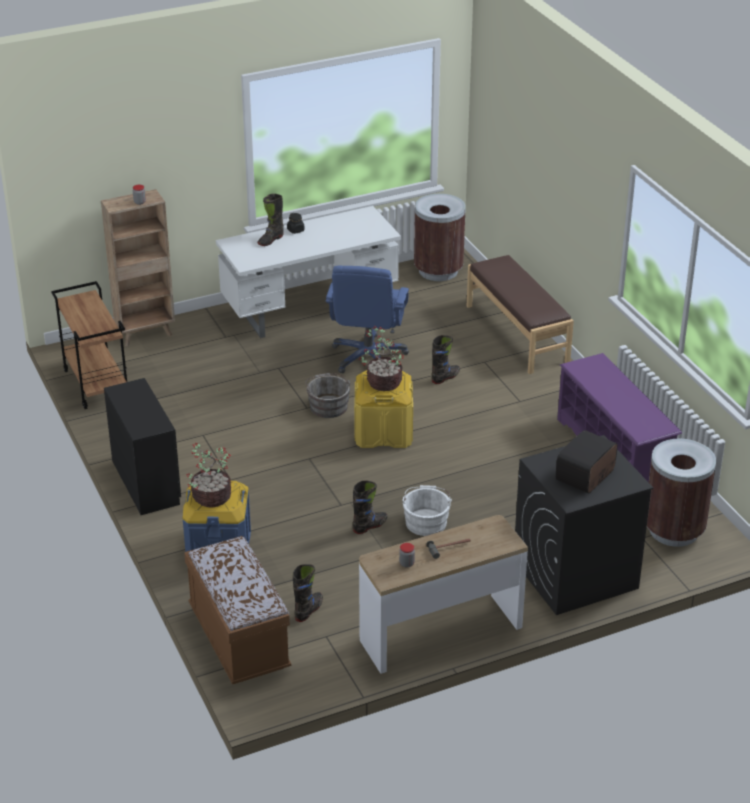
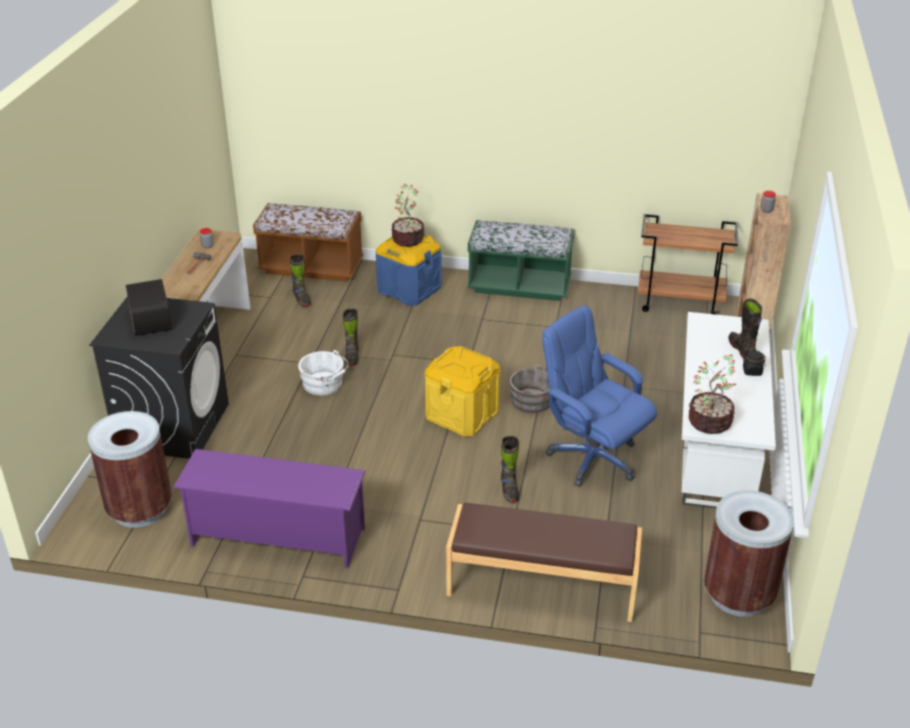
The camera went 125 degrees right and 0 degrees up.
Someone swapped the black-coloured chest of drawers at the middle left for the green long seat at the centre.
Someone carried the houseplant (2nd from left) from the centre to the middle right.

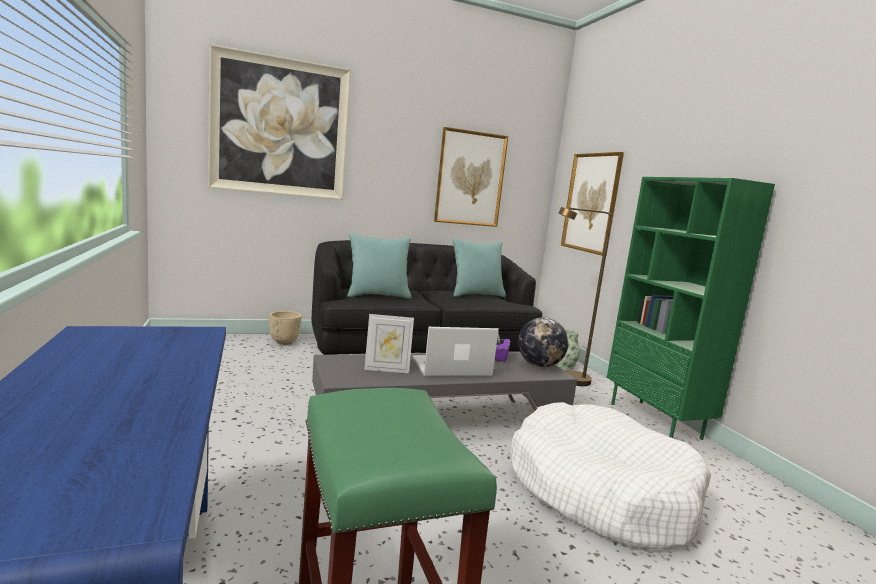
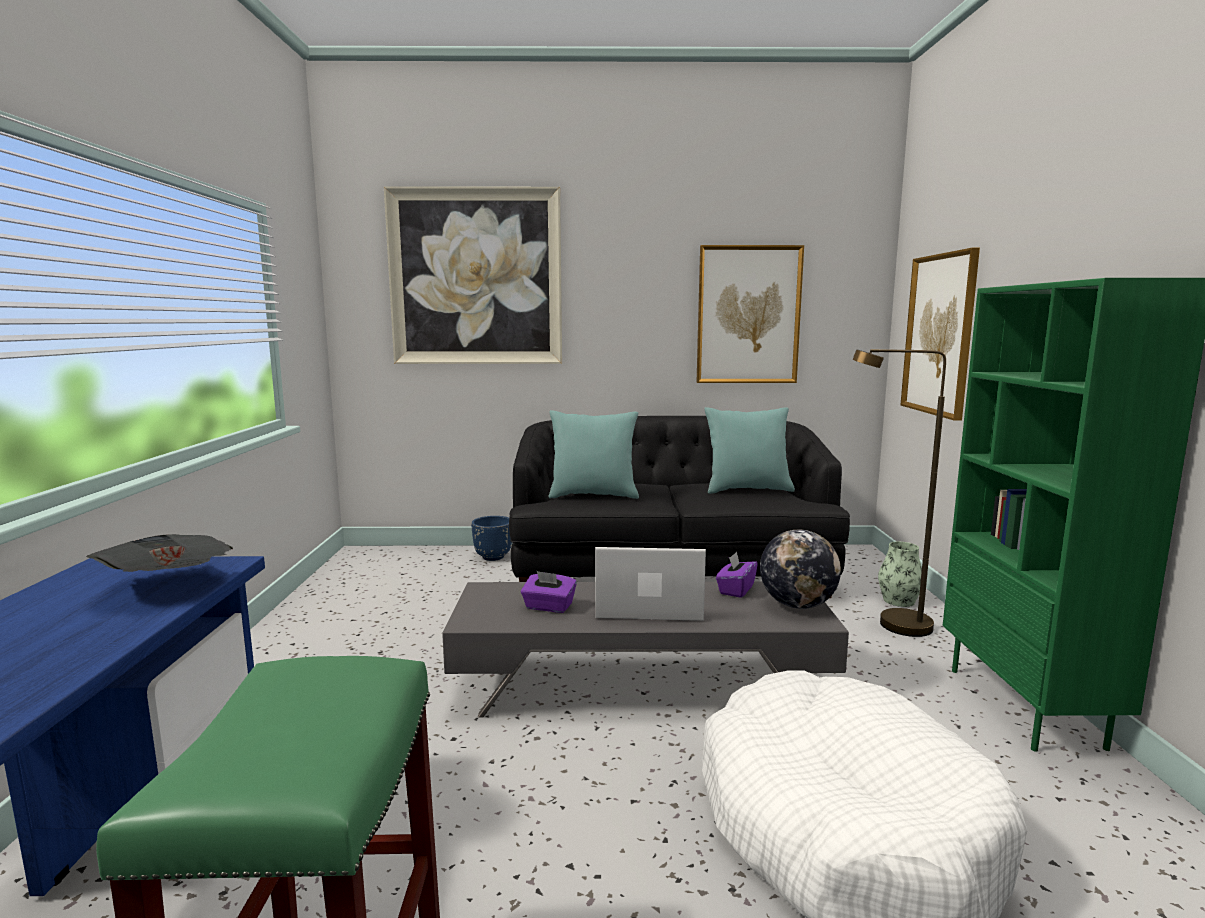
The camera went 20 degrees right and 0 degrees up.
Someone put down the newspaper at the middle left.
Someone repainted the beige-coloured plant pot at the middle left, which became the blue-coloured plant pot at the centre.
Someone swapped the picture frame at the centre for the purple tissue holder (1st from left) at the centre.

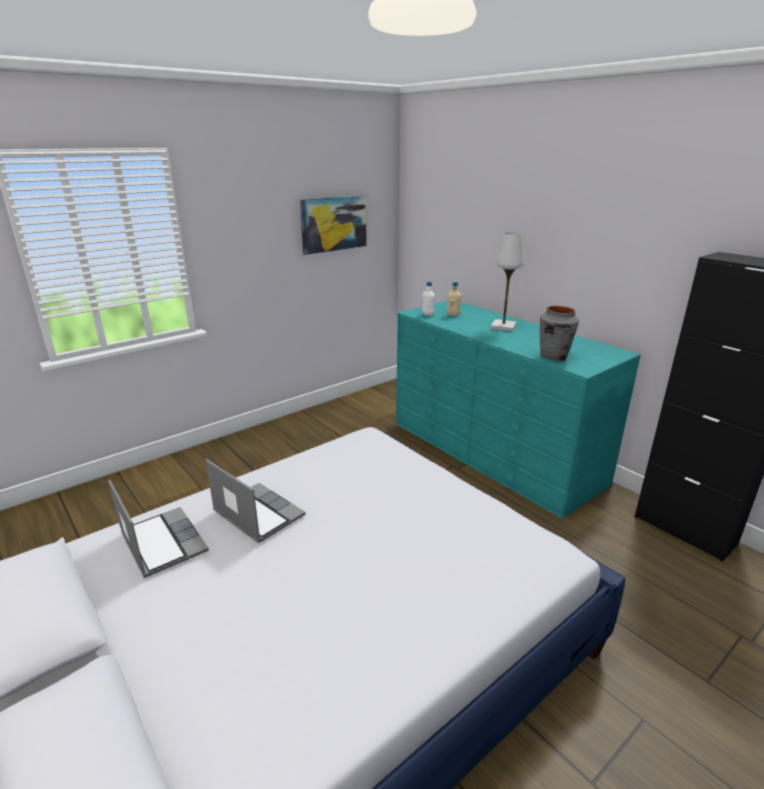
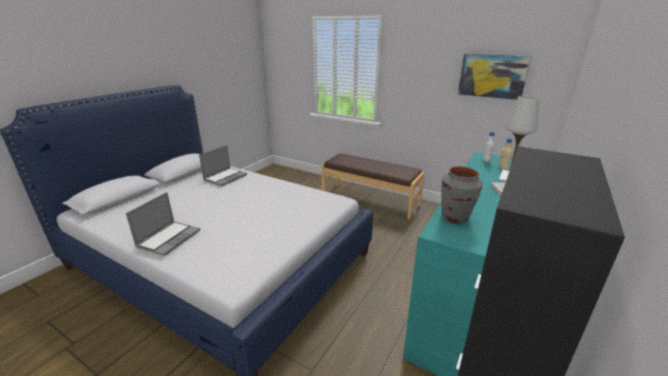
The camera went 70 degrees right and 0 degrees up.
Someone carried the notebook computer (2nd from left in the first image) from the centre to the middle left.
Someone put down the brown-coloured long seat at the centre.

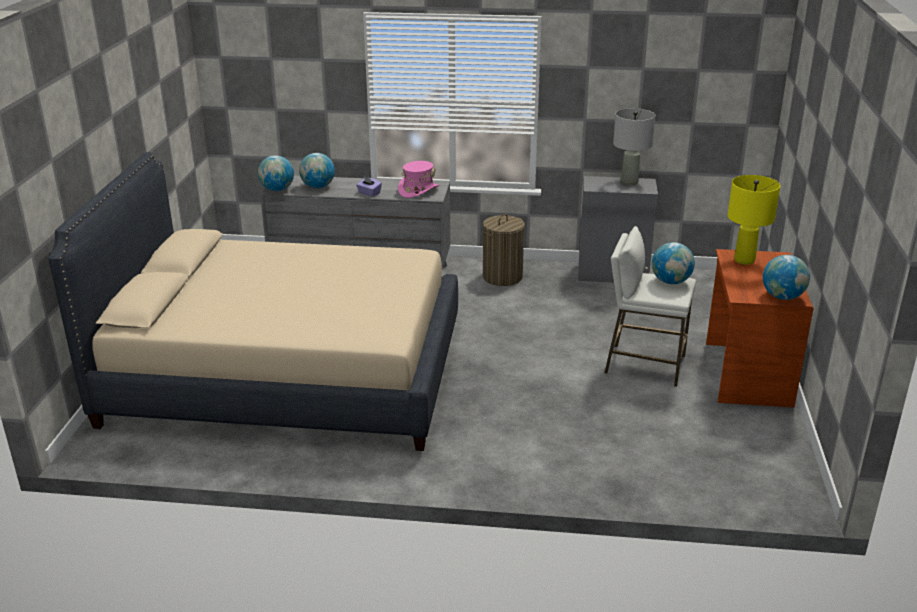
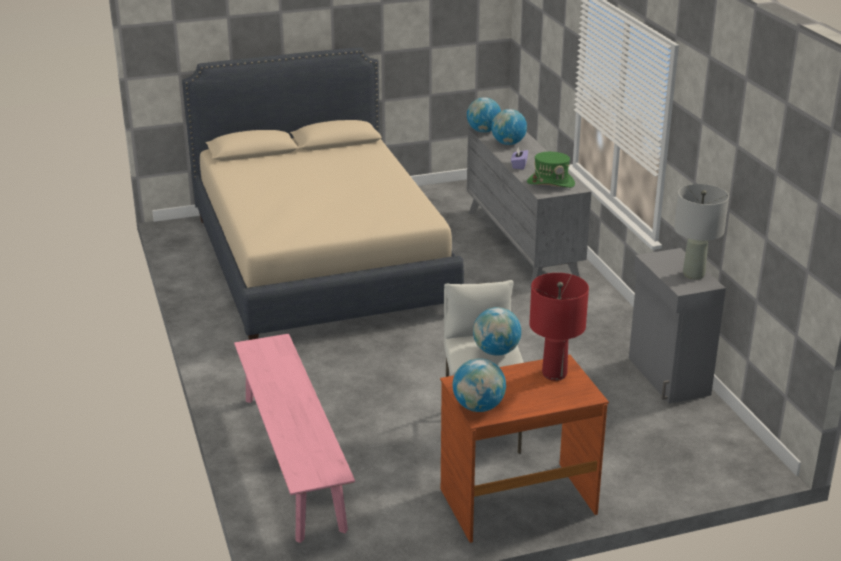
The camera went 65 degrees right and 0 degrees up.
Someone put down the pink long seat at the bottom centre.
Someone repainted the pink clothing hat at the top centre, which became the green clothing hat at the top centre.
Someone repainted the yellowish tabletop lamp at the middle right, which became the red-coloured tabletop lamp at the centre.
Someone took away the laundry basket at the centre.

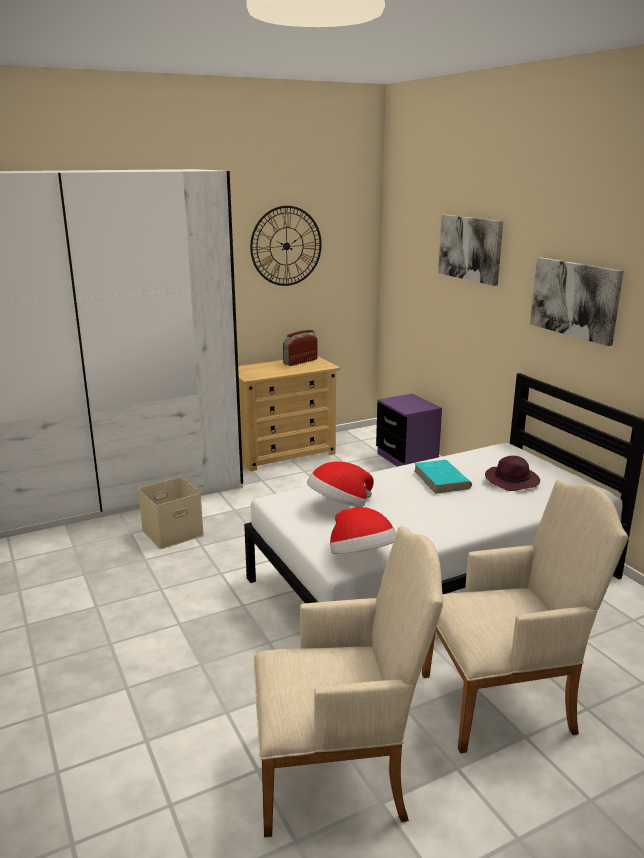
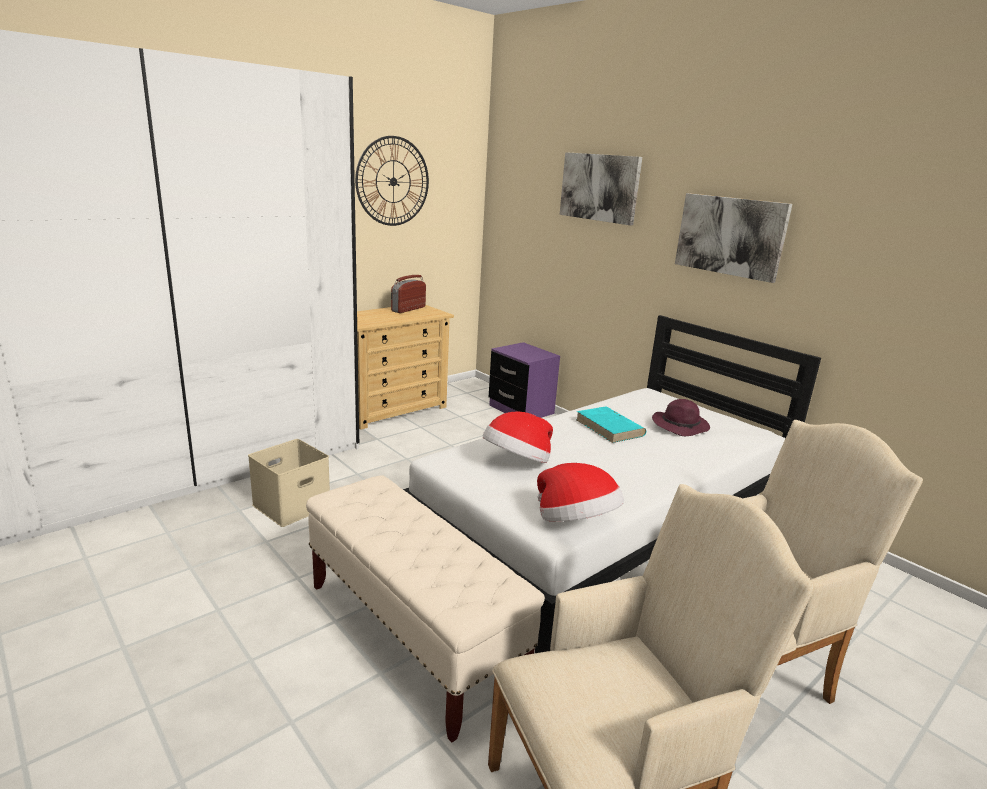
The camera went 15 degrees left and 0 degrees up.
Someone put down the beige-coloured long seat at the bottom centre.

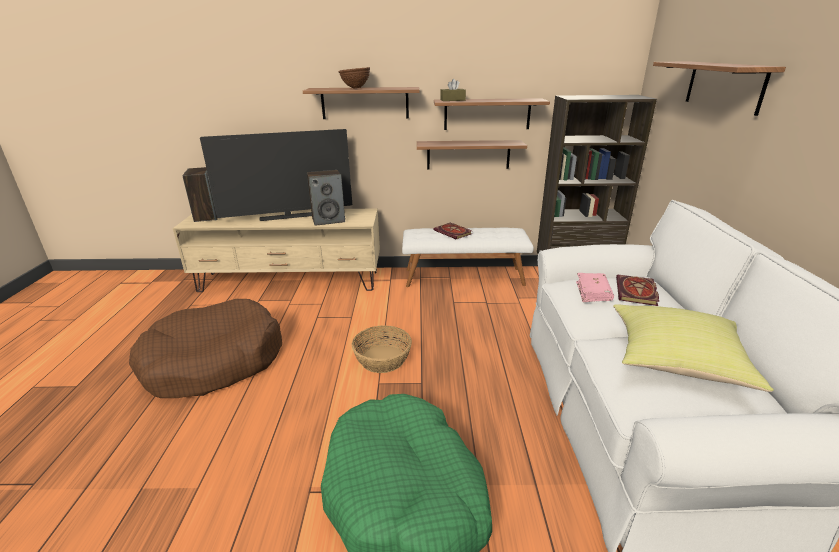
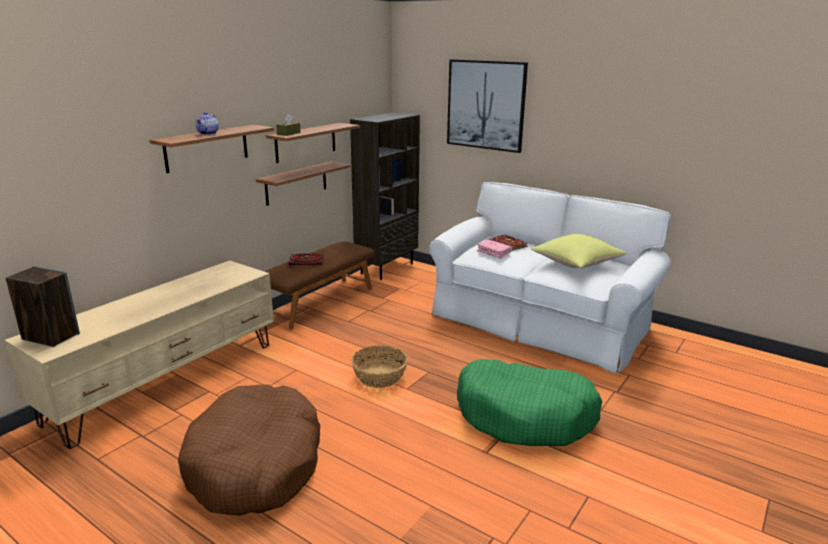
The camera went 55 degrees left and 5 degrees down.
Someone swapped the brown-coloured deep dish at the top centre for the tea pot at the top left.
Someone repainted the whitish long seat at the centre, which became the brown-coloured long seat at the centre.
Someone swapped the wall shelf (4th from left) at the top right for the wall art at the top centre.
Someone took away the TV set at the top left.
Someone took away the speaker (2nd from left) at the centre.

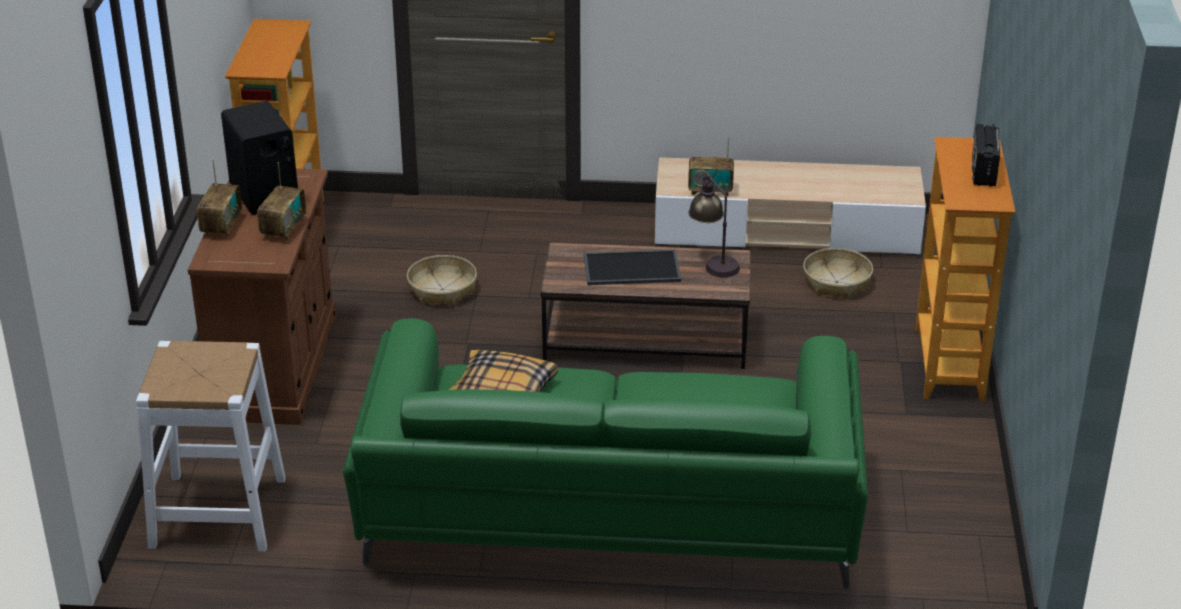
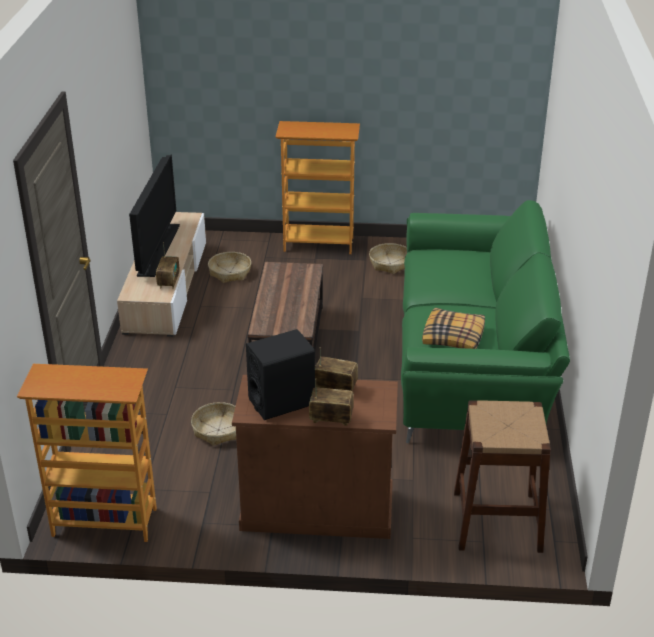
The camera went 90 degrees left and 0 degrees up.
Someone put down the TV set at the middle left.
Someone put down the basket (3rd from left) at the centre.
Someone repainted the whitish stool seat at the bottom left, which became the brown-coloured stool seat at the bottom right.
Someone took away the tray at the centre.
Someone took away the tabletop lamp at the centre.
Someone took away the radio set (4th from left) at the top right.

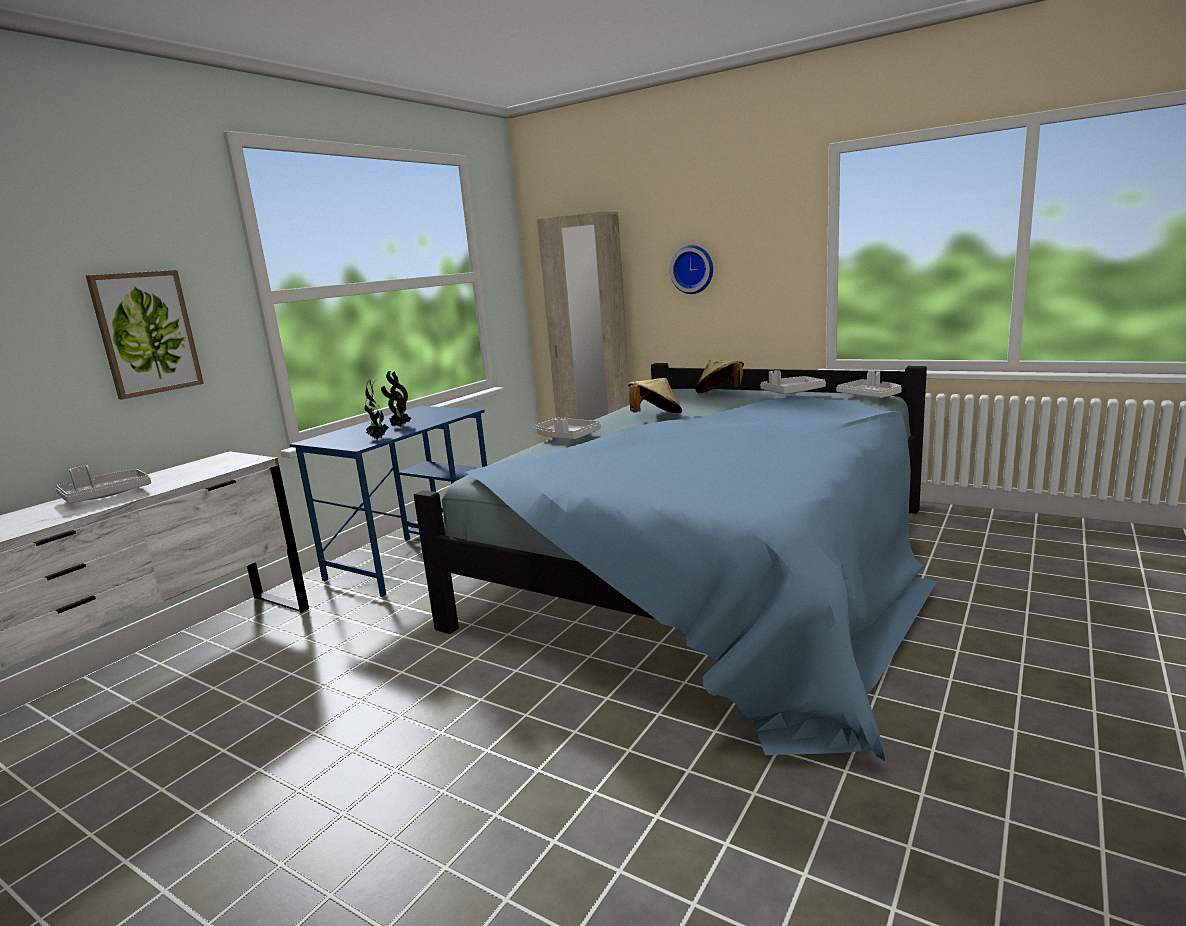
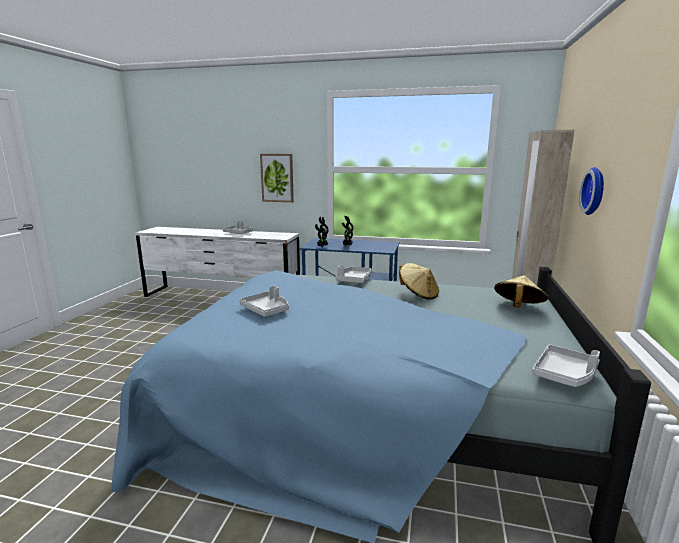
The camera went 70 degrees right and 0 degrees up.
Someone carried the greyish tray (3rd from left in the first image) from the middle right to the centre.

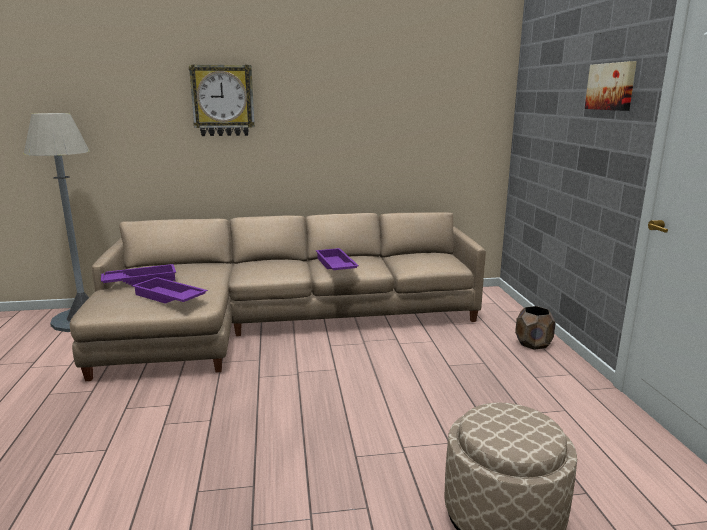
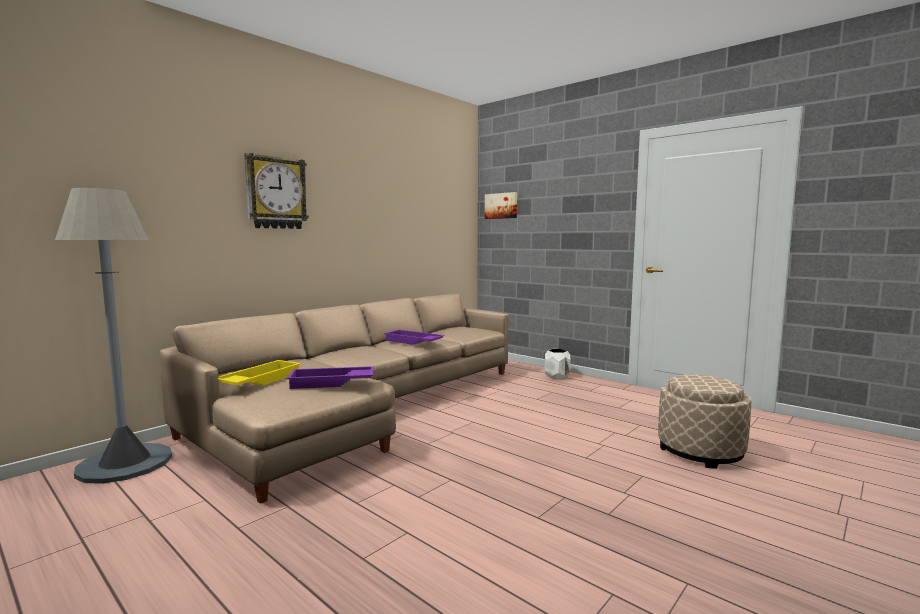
The camera went 40 degrees left and 10 degrees down.
Someone repainted the purple tray (1st from left) at the middle left, which became the yellowish tray at the middle left.
Someone carried the wall art from the top right to the centre.
Someone repainted the brown-coloured plant pot at the middle right, which became the whitish plant pot at the centre.

